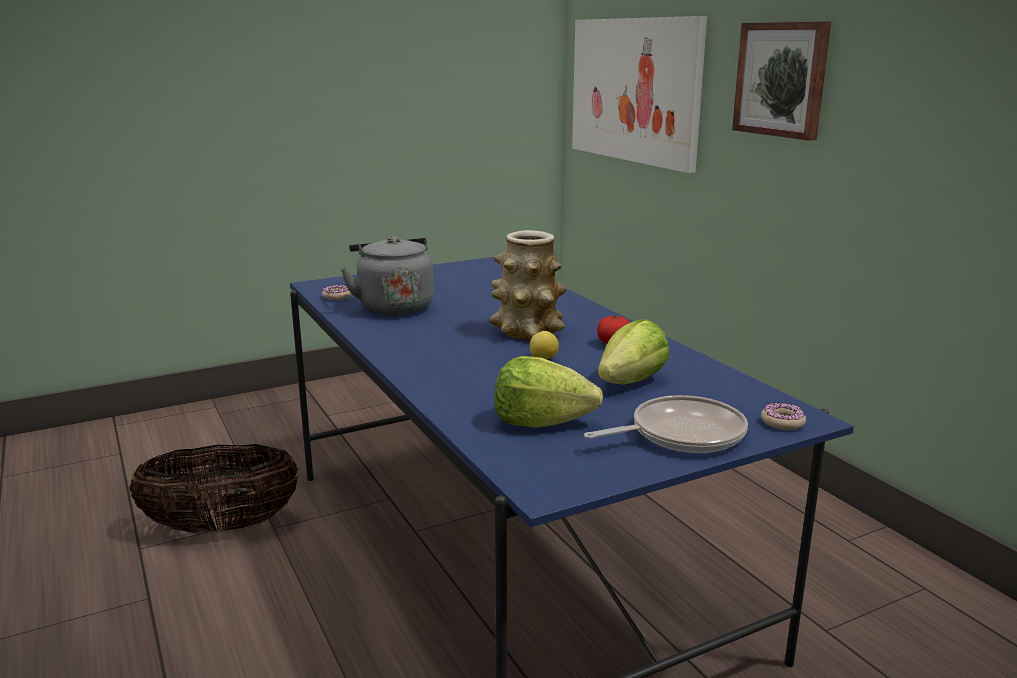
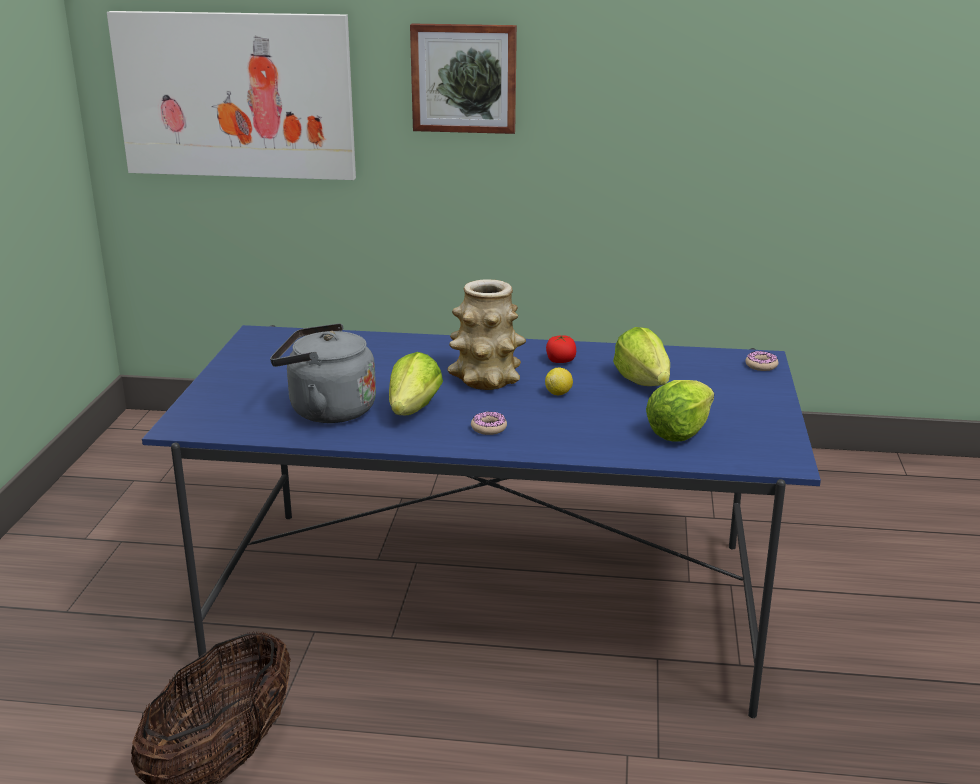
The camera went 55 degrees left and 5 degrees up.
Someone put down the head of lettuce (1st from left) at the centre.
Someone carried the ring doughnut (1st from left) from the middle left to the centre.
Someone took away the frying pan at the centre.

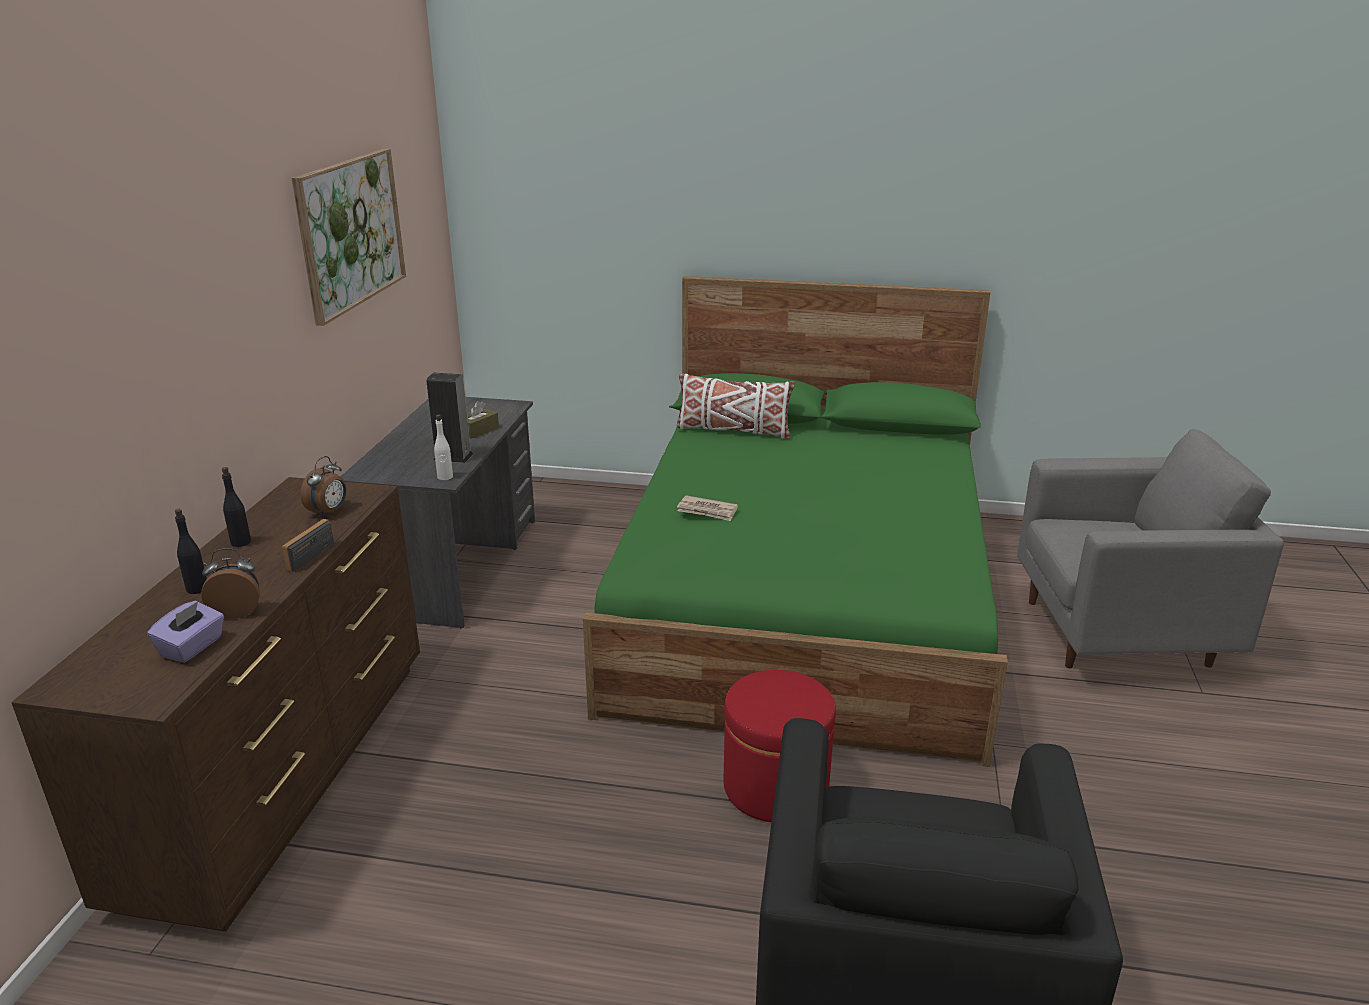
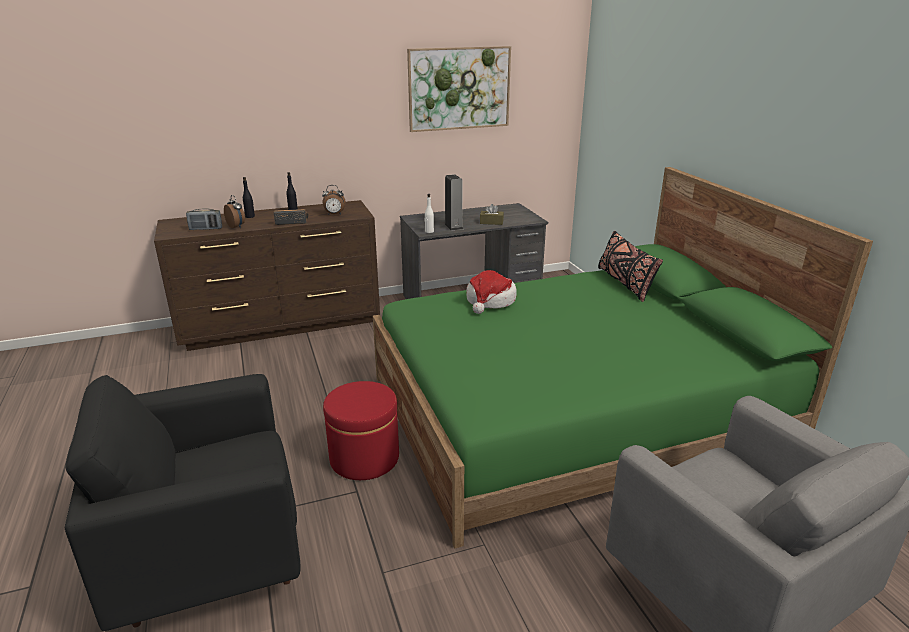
The camera went 60 degrees right and 0 degrees up.
Someone swapped the purple tissue holder at the middle left for the radio set (1st from left) at the middle left.
Someone swapped the newspaper at the centre for the clothing hat at the centre.
Someone repainted the whitish pillow at the centre, which became the black-coloured pillow at the middle right.

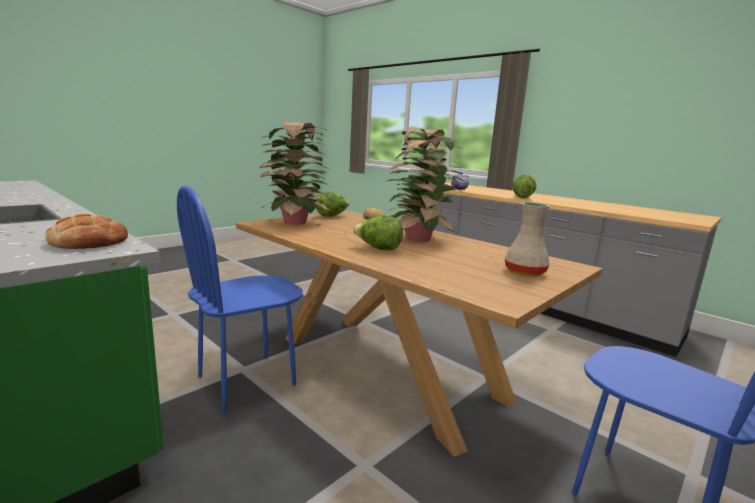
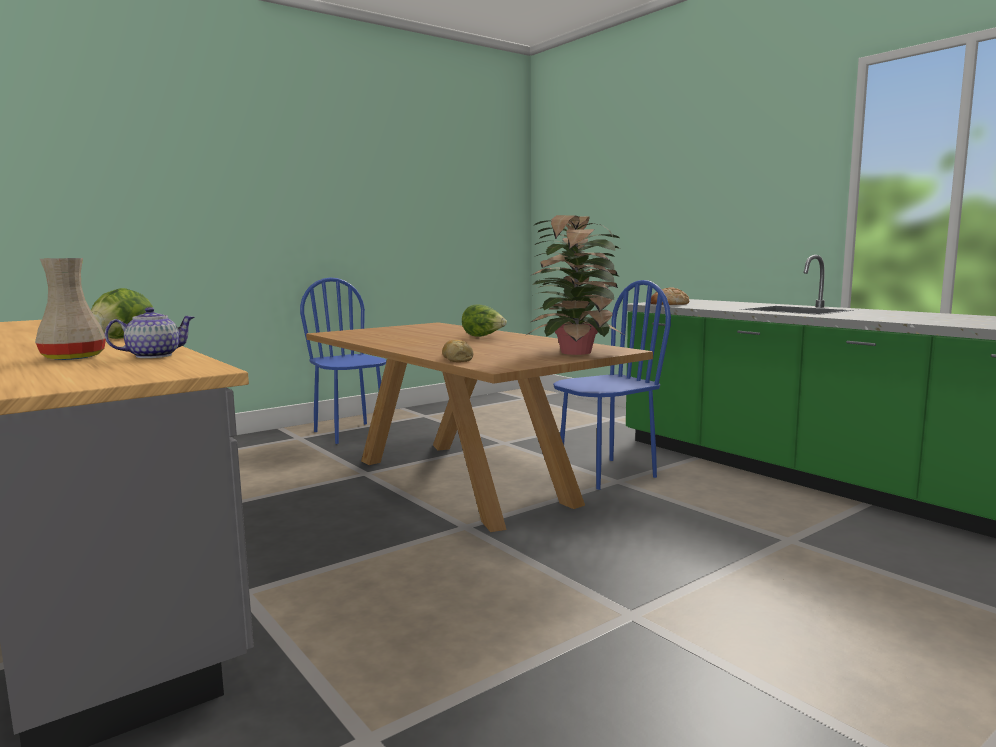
The camera went 170 degrees left and 5 degrees down.
Someone carried the beige-coloured decorative vase from the middle right to the middle left.
Someone took away the head of lettuce (1st from left) at the centre.
Someone took away the houseplant (2nd from left) at the centre.

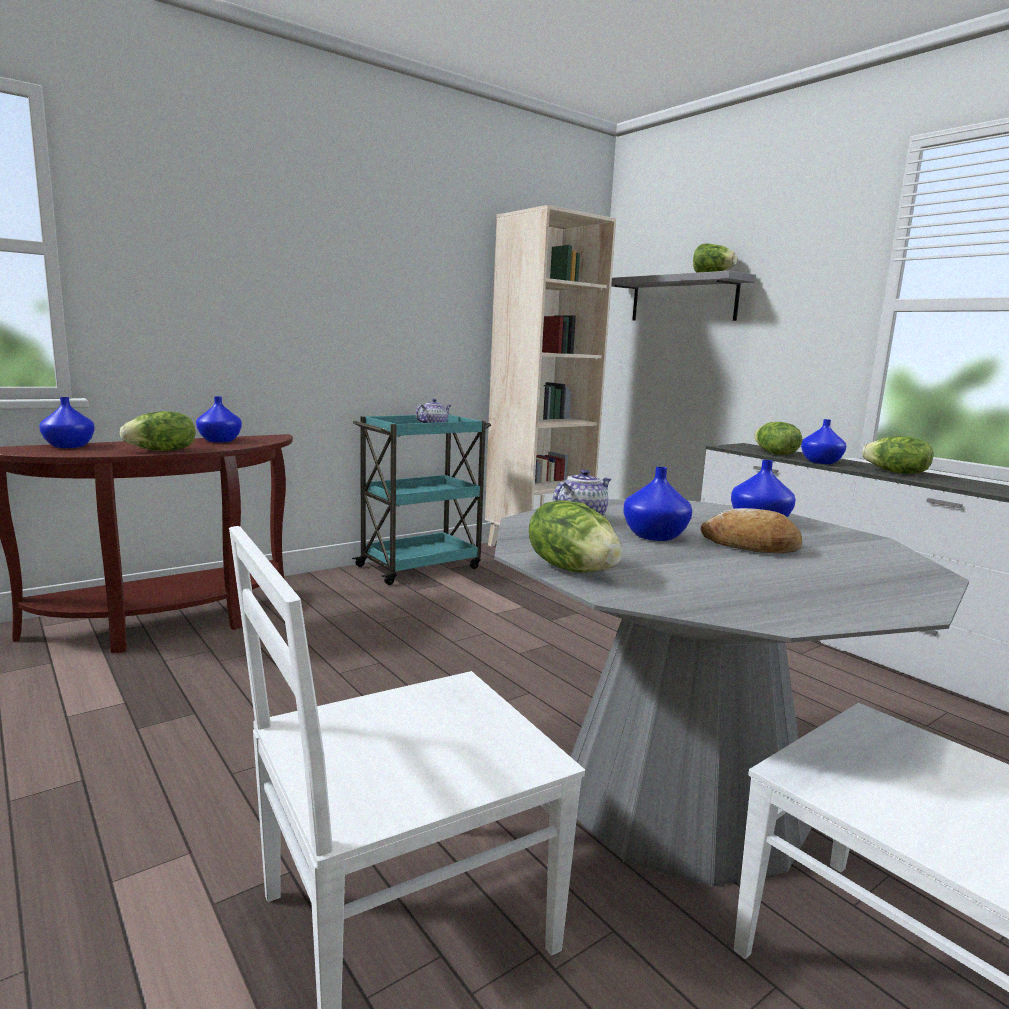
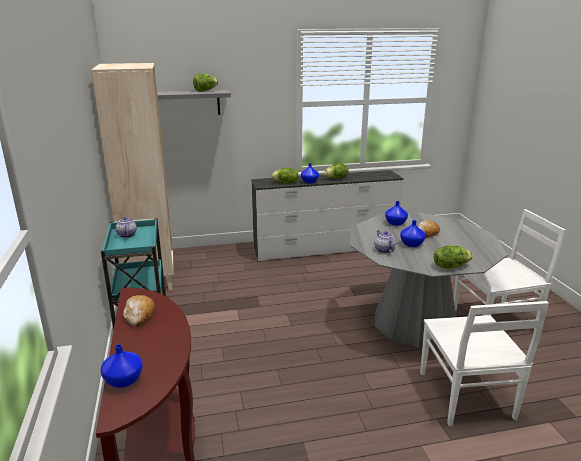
The camera went 65 degrees left and 10 degrees up.
Someone swapped the blue-coloured decorative vase (2nd from left) at the middle left for the baked bread (1st from left) at the bottom left.
Someone took away the head of lettuce (1st from left) at the middle left.

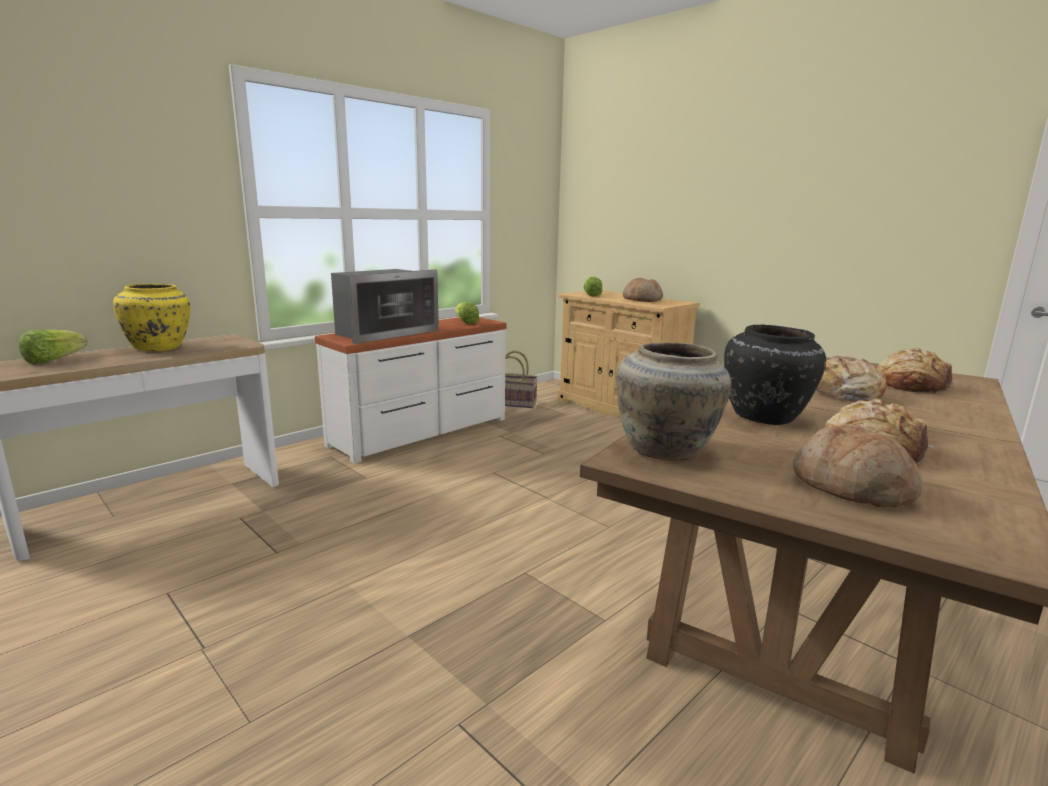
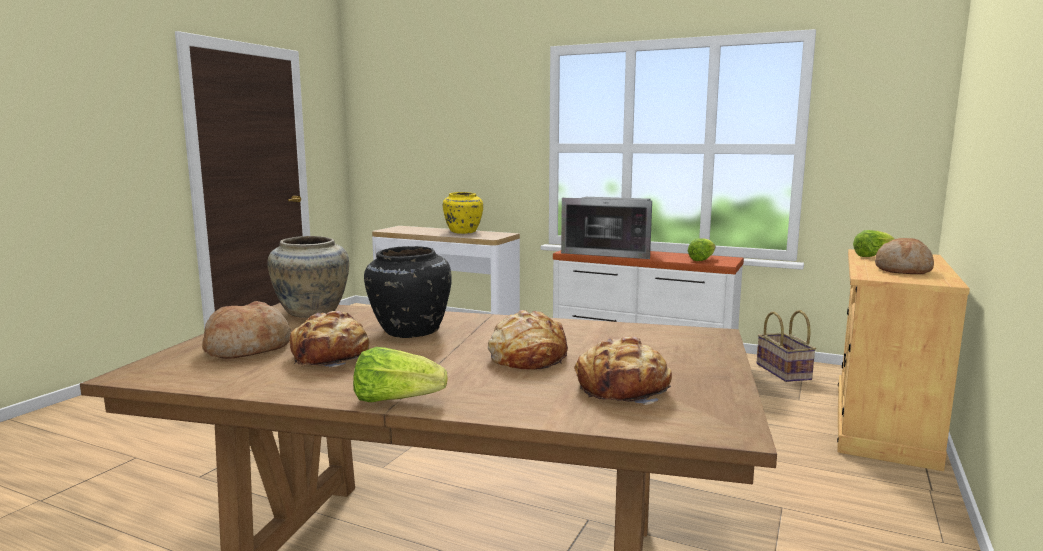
The camera went 70 degrees right and 5 degrees down.
Someone carried the head of lettuce (1st from left) from the middle left to the bottom centre.

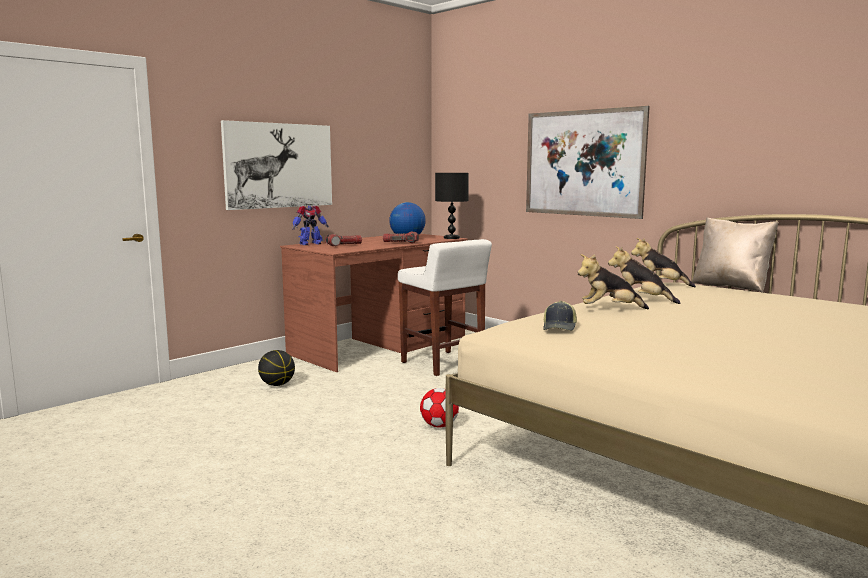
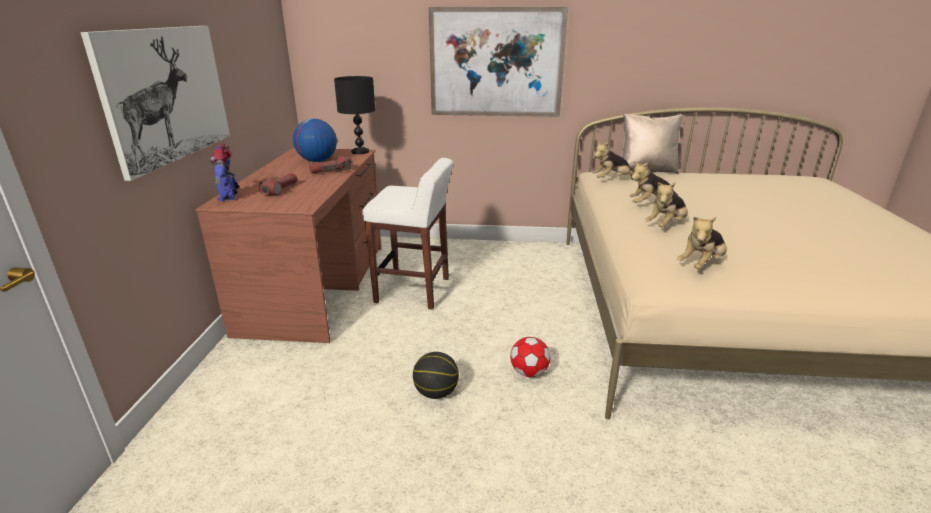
The camera went 40 degrees left and 15 degrees up.
Someone rotated the model robot at the centre by 150 degrees clockwise.
Someone carried the basketball from the middle left to the bottom centre.
Someone swapped the baseball cap at the centre for the soft toy (4th from left) at the middle right.

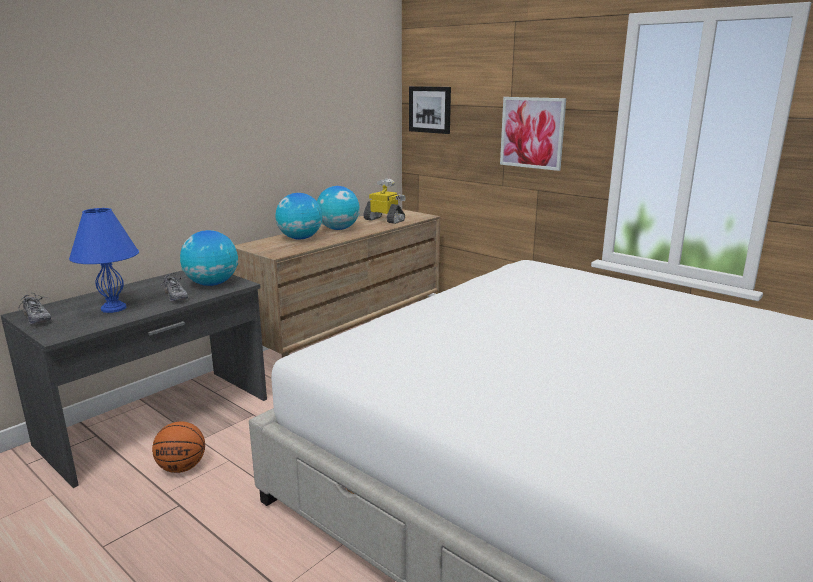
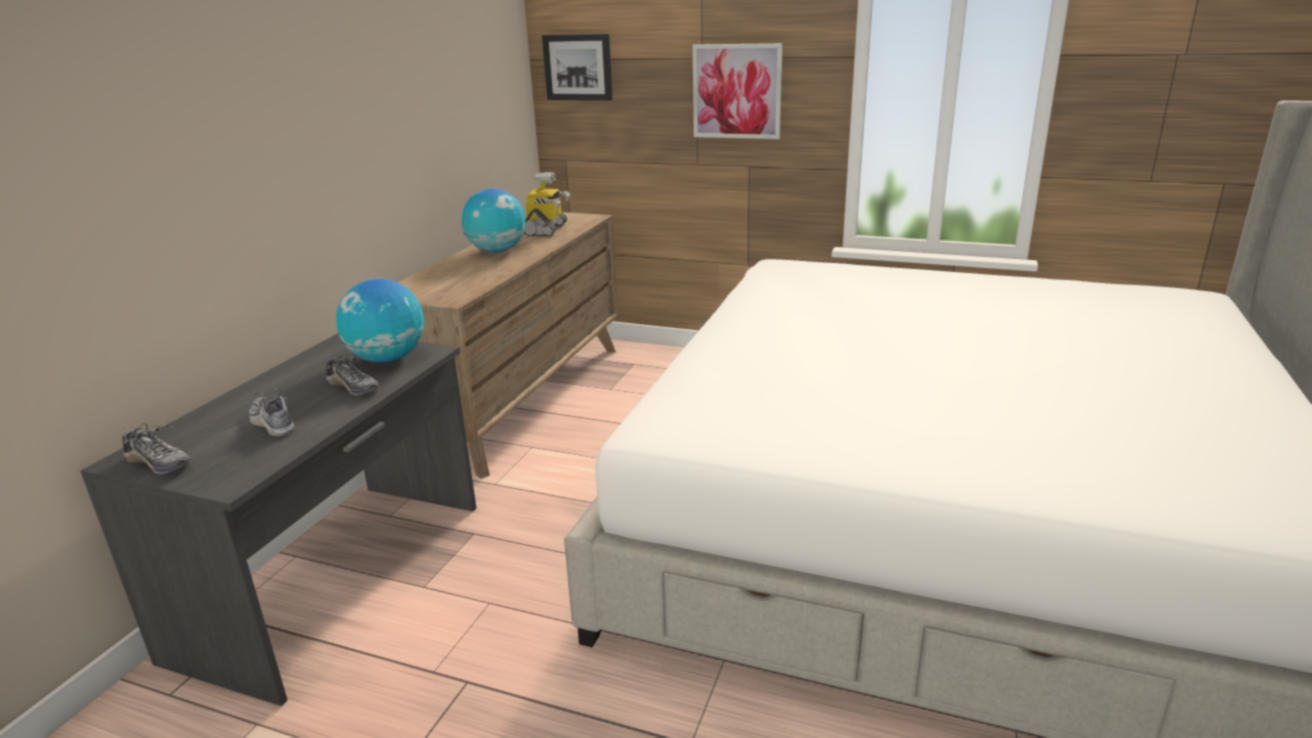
The camera went 20 degrees left and 5 degrees up.
Someone swapped the blue-coloured tabletop lamp at the middle left for the low shoe (2nd from left) at the middle left.
Someone rotated the model robot at the centre by 90 degrees clockwise.
Someone took away the basketball at the bottom left.
Someone took away the world globe (2nd from left) at the centre.

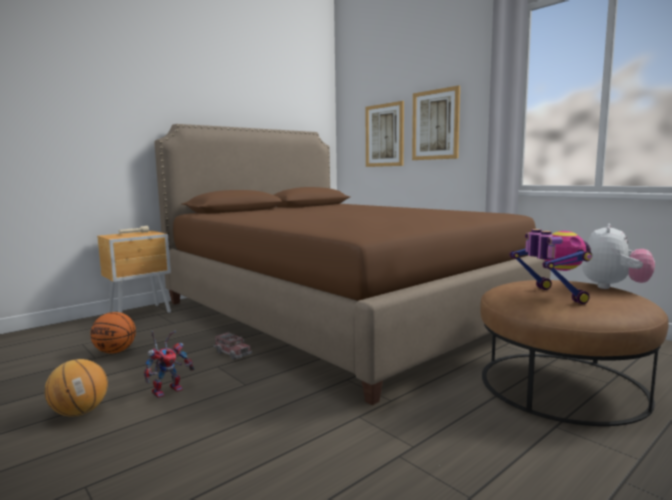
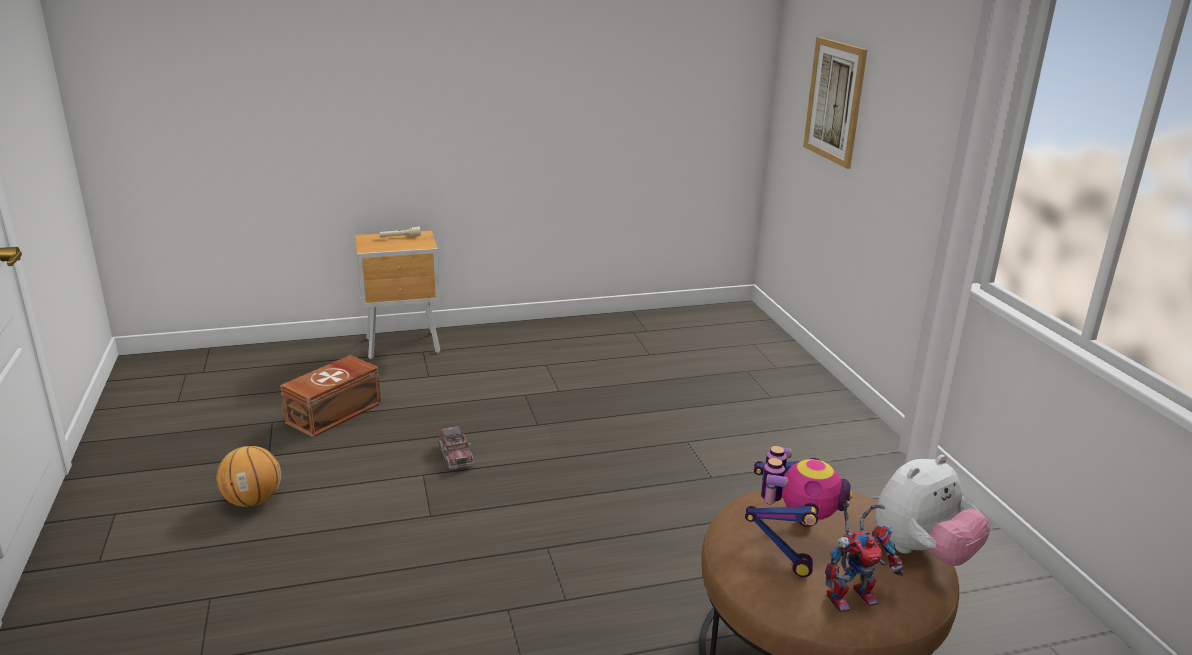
The camera went 25 degrees right and 15 degrees up.
Someone swapped the basketball (2nd from left) at the middle left for the brown-coloured storage bin at the middle left.
Someone carried the model robot (1st from left in the first image) from the bottom left to the bottom right.
Someone took away the brown-coloured bedroom bed at the centre.
Someone took away the wall art (2nd from left) at the top centre.

